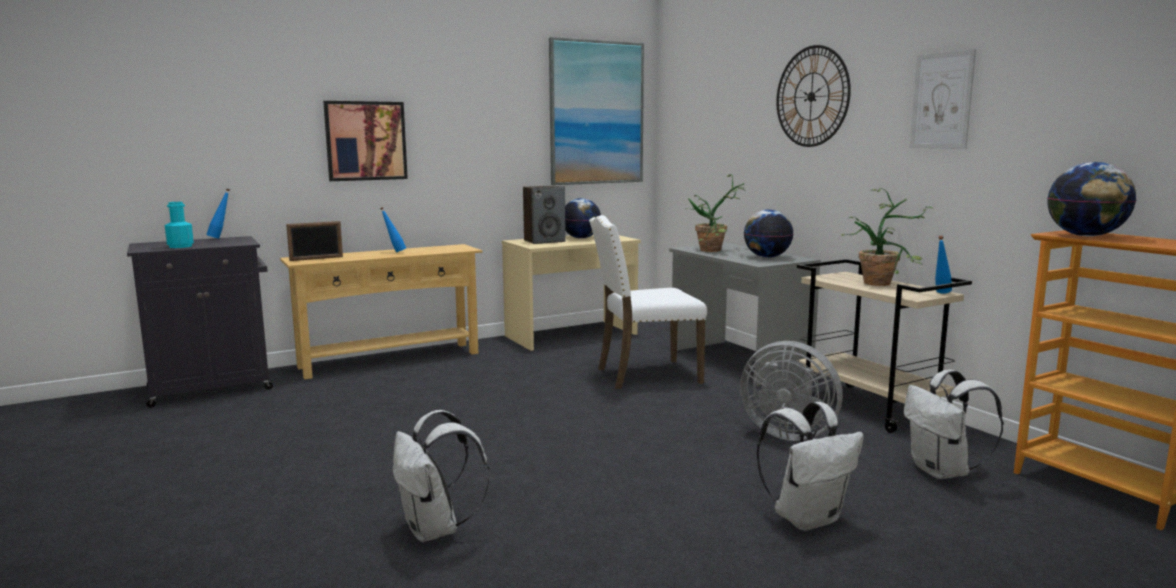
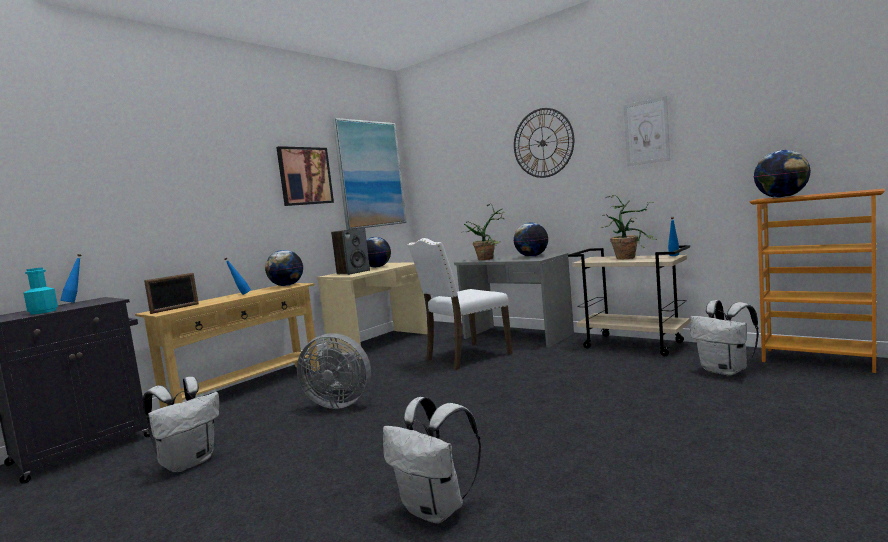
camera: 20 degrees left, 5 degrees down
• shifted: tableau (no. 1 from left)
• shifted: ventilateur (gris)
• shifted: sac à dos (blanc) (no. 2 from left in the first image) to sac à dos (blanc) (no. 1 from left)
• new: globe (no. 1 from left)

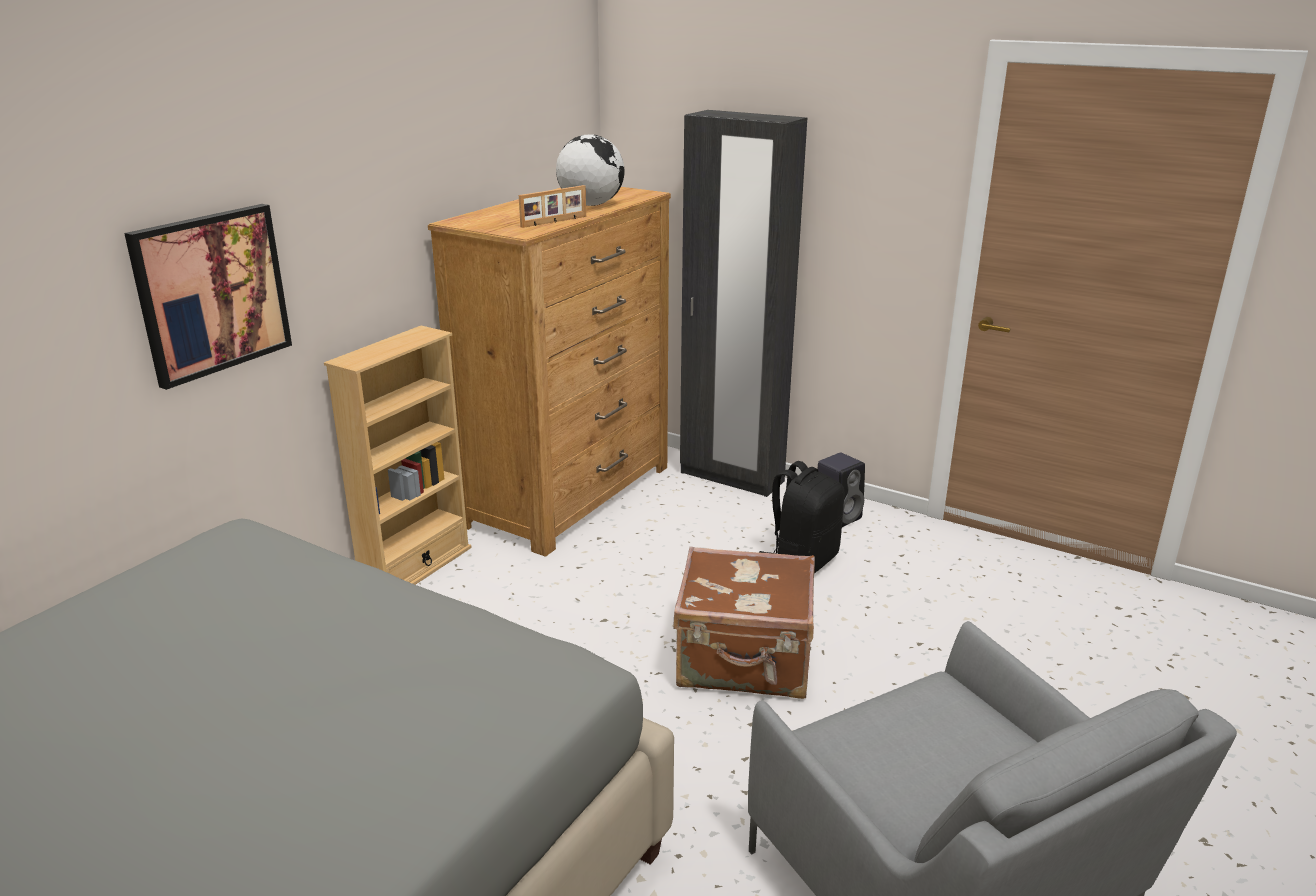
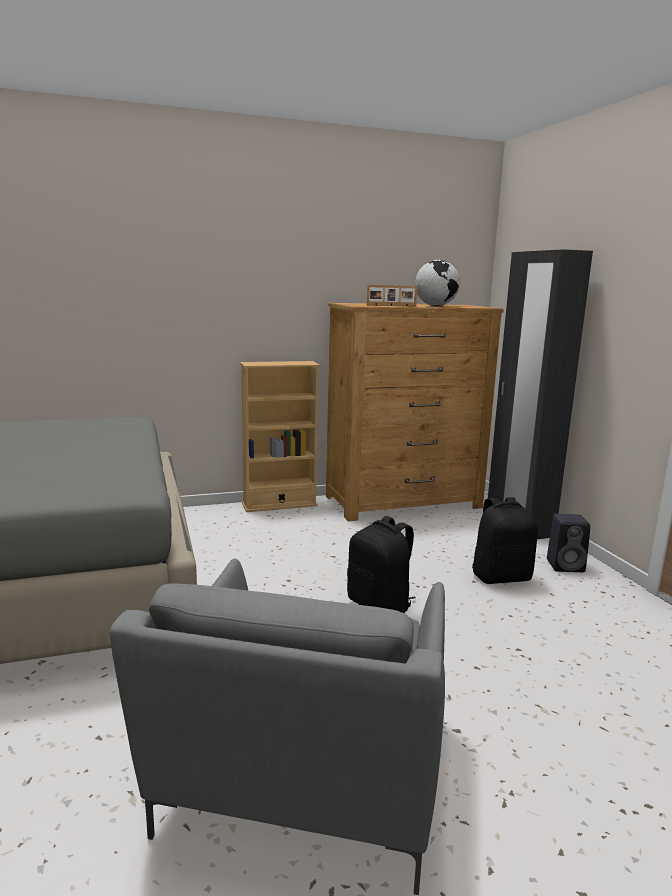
camera: 40 degrees right, 10 degrees down
• gone: tableau
• swapped: valise (marron) to sac à dos (noir) (no. 1 from left)

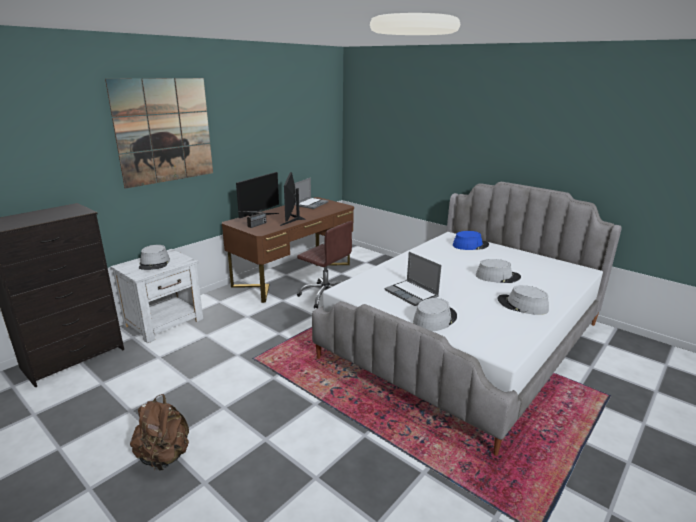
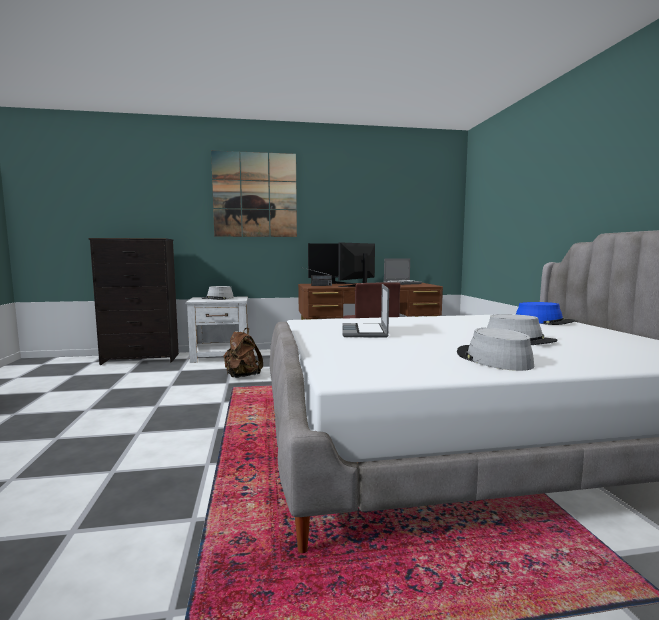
camera: 40 degrees right, 15 degrees down
• shifted: sac à dos (marron)
• gone: chapeau (gris) (no. 2 from left)

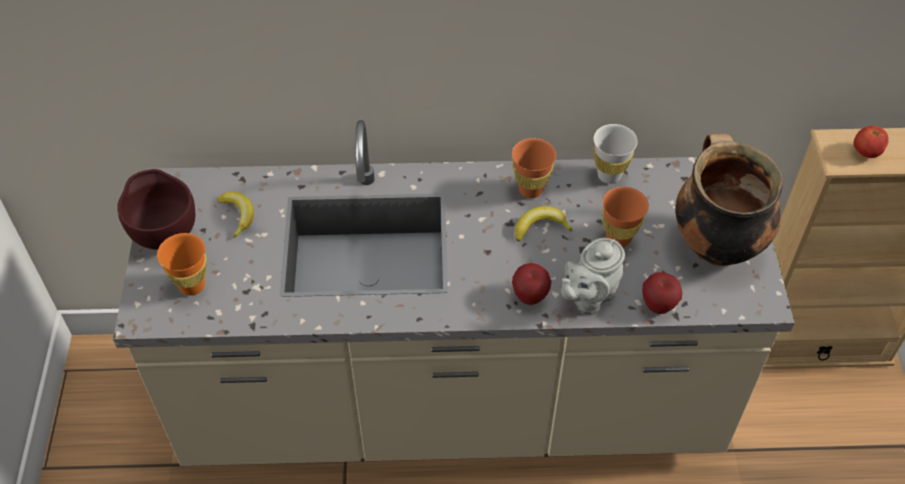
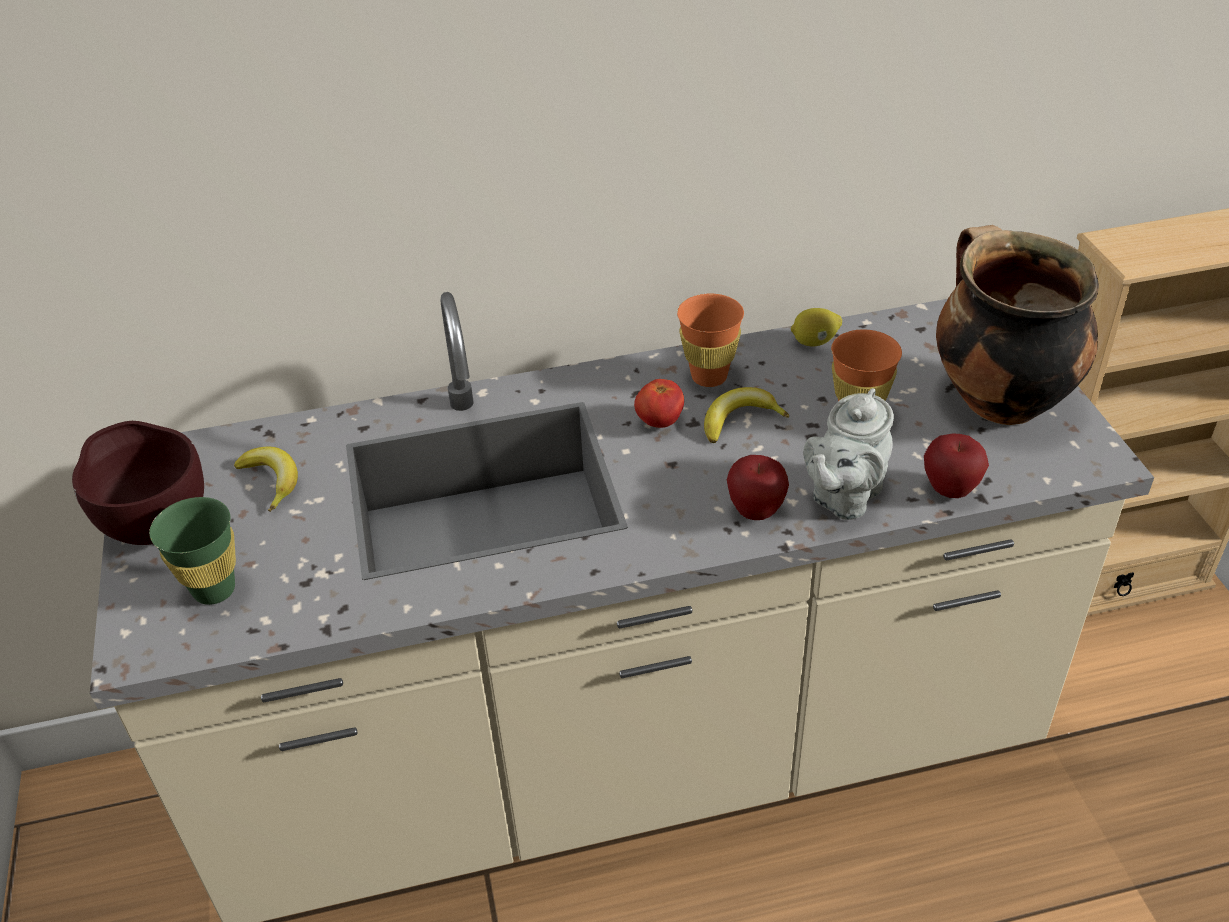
camera: 10 degrees left, 10 degrees down
• repainted: tasse (orange) (no. 1 from left) to tasse (vert)
• swapped: tasse (blanc) to citron
• shifted: tomate

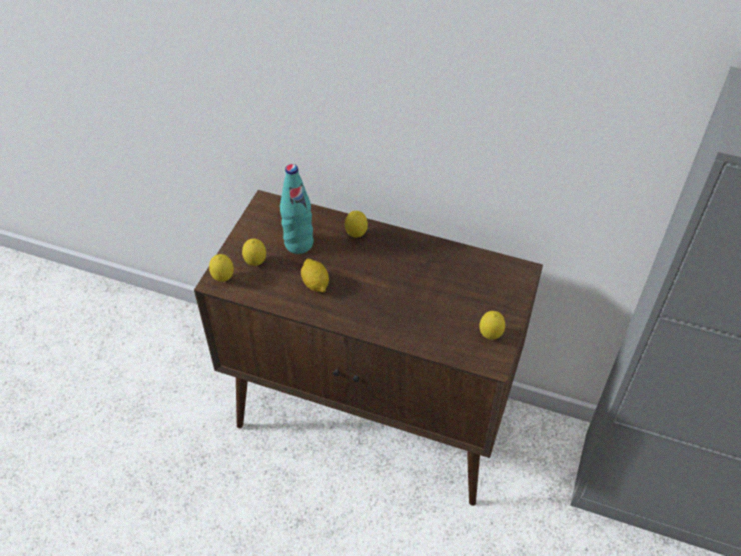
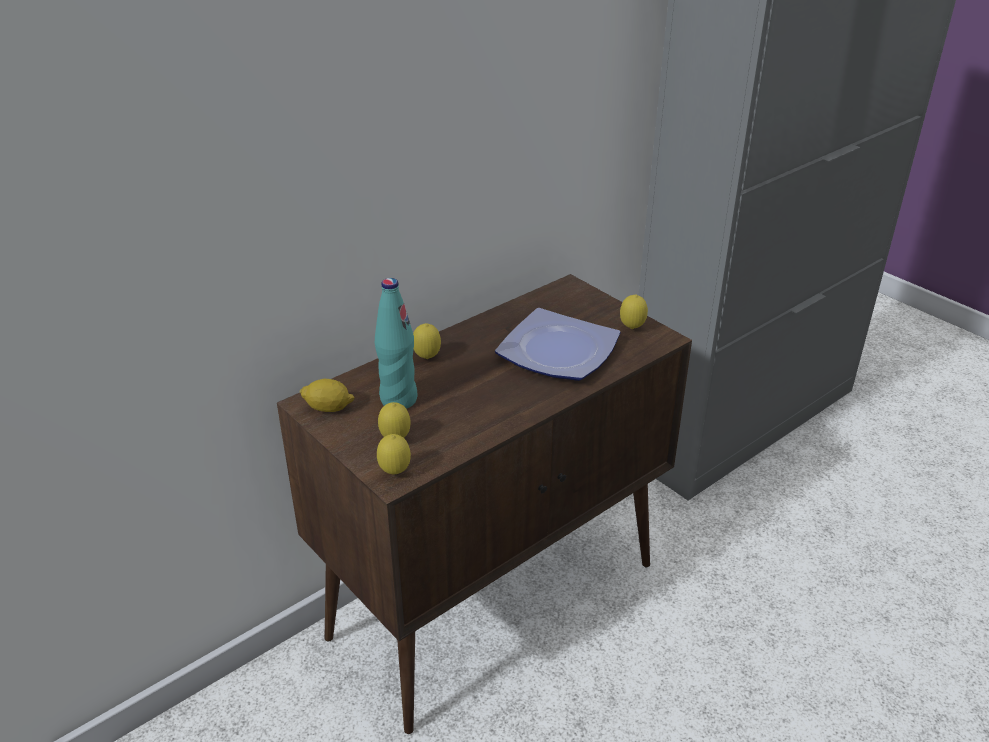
camera: 60 degrees left, 15 degrees down
• shifted: citron (no. 3 from left in the first image) to citron (no. 1 from left)
• new: assiette

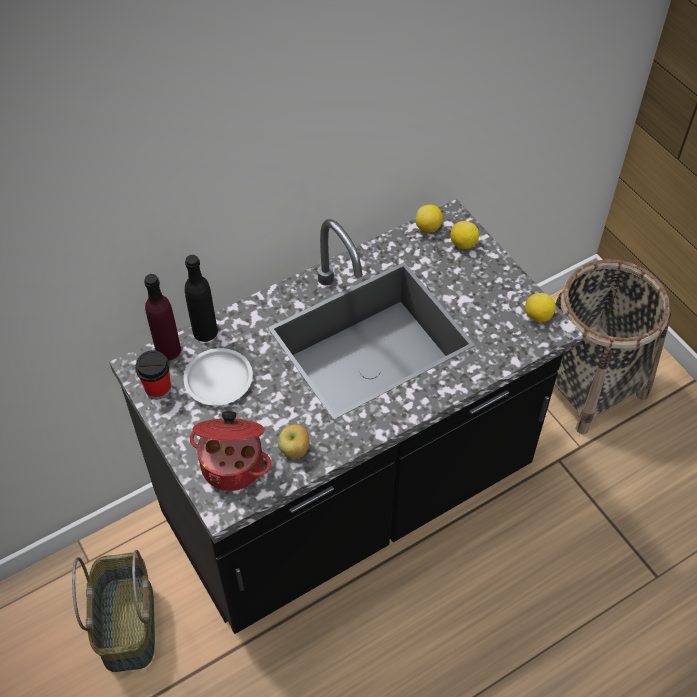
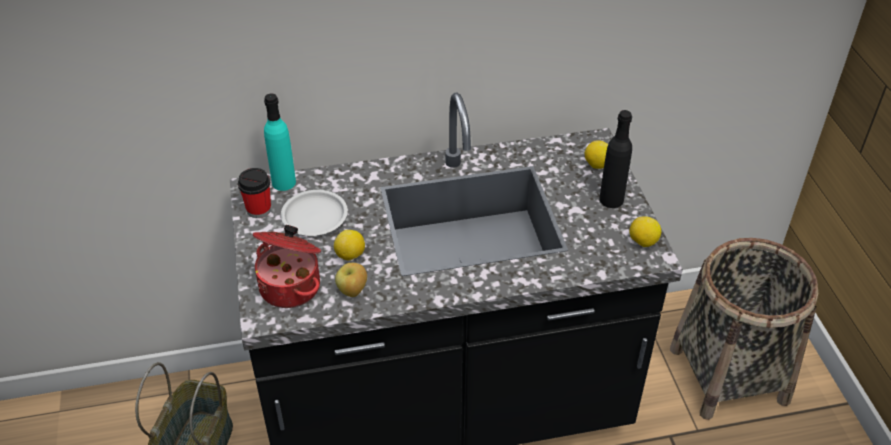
camera: 20 degrees right, 10 degrees down
• repainted: bouteille (violet) to bouteille (turquoise)
• shifted: bouteille (noir)
• shifted: citron (no. 1 from left)

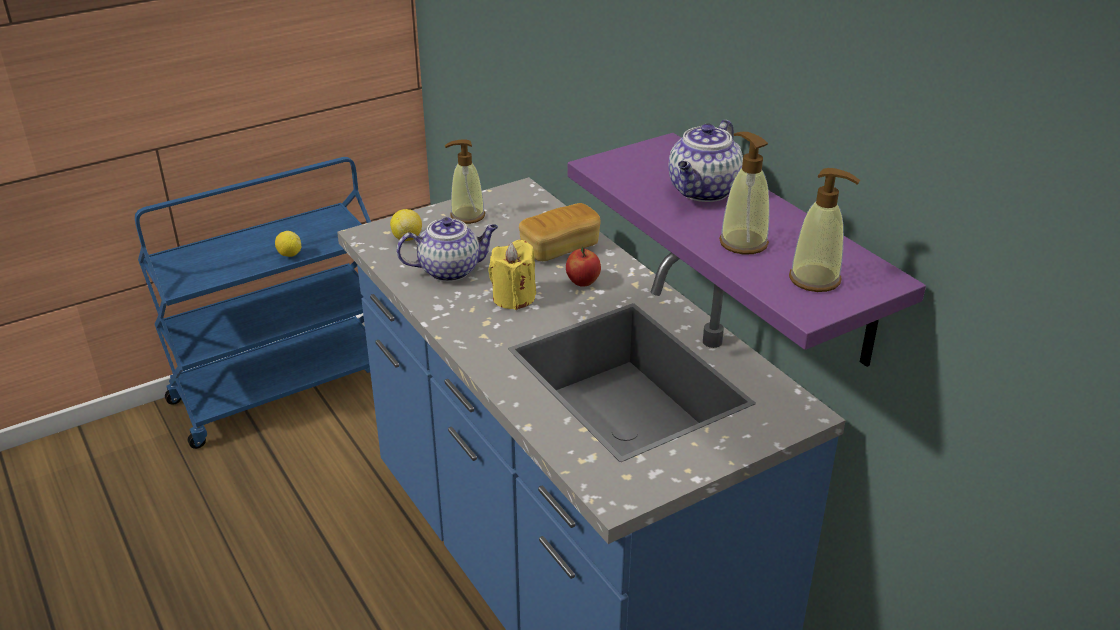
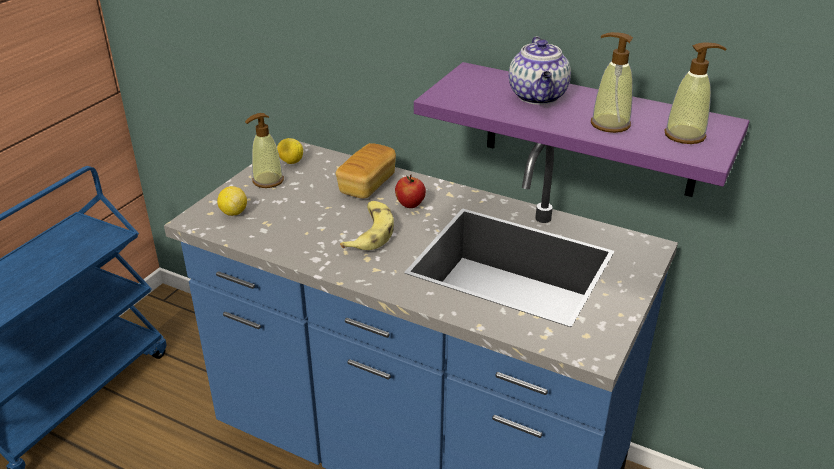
camera: 30 degrees left, 0 degrees up
• shifted: citron (no. 1 from left in the first image) to citron (no. 2 from left)
• gone: théière (no. 1 from left)
• swapped: bougie (jaune) to banane

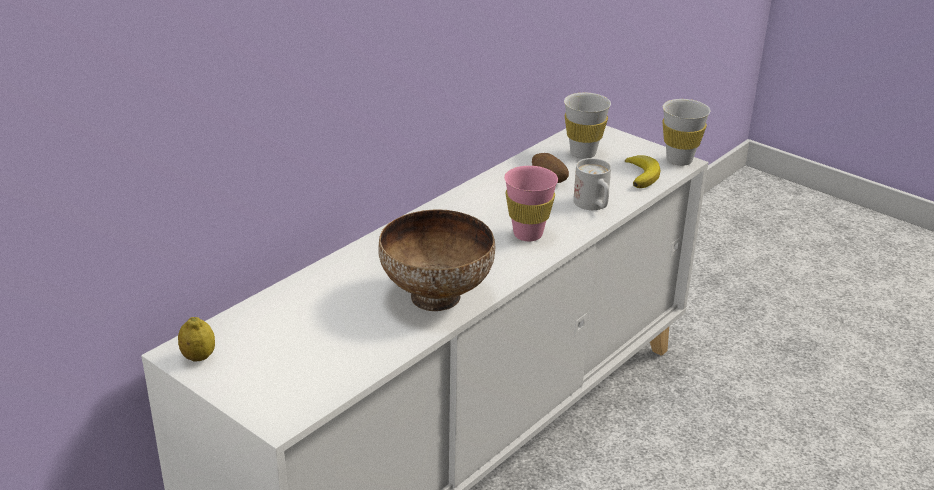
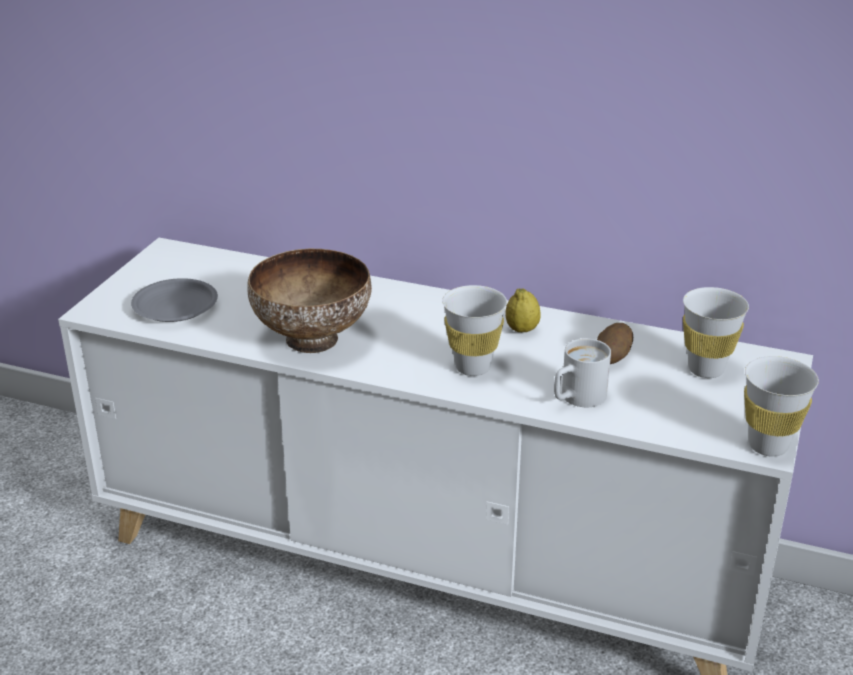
camera: 70 degrees right, 0 degrees up
• shifted: citron
• repainted: tasse (rose) to tasse (blanc) (no. 1 from left)
• gone: banane
• new: assiette (gris)

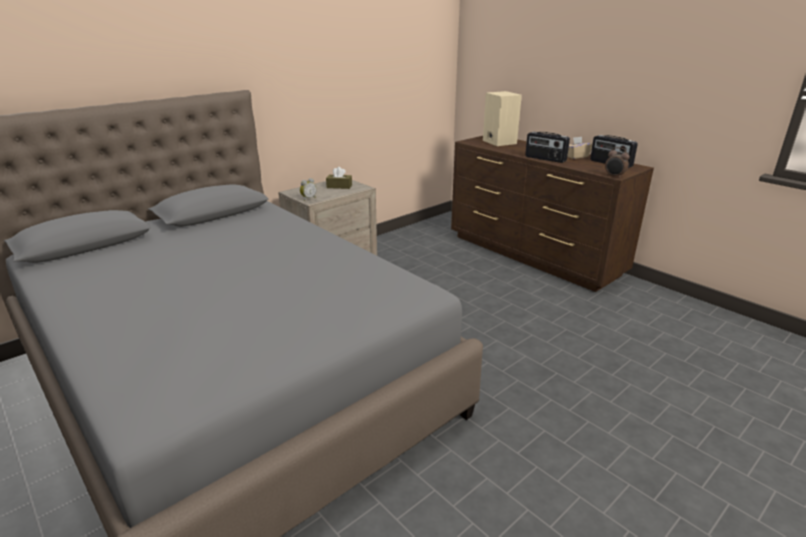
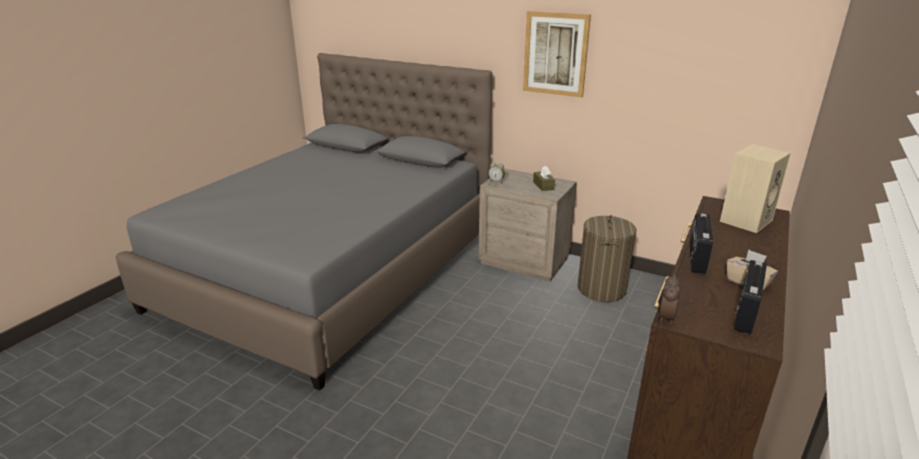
camera: 70 degrees right, 0 degrees up
• new: tableau
• new: panier à linge

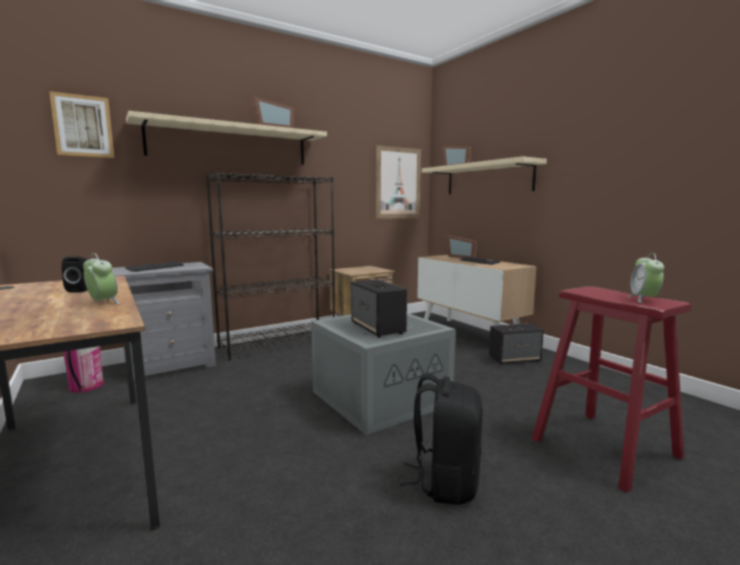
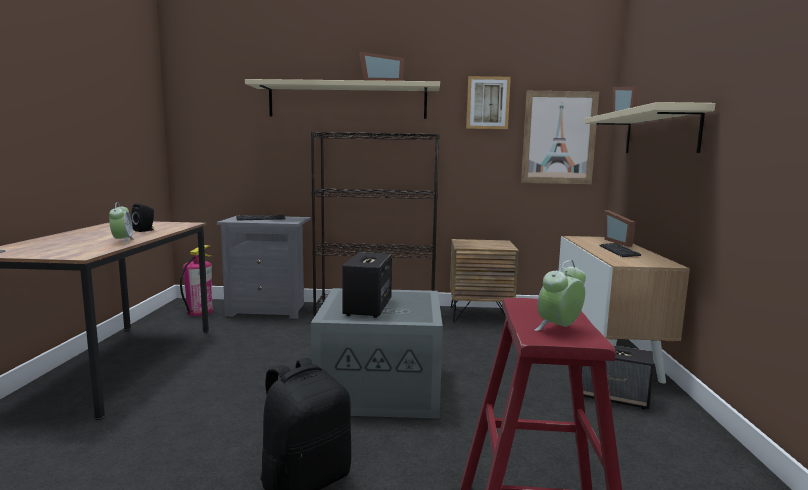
camera: 35 degrees right, 0 degrees up
• shifted: tableau (no. 1 from left)

